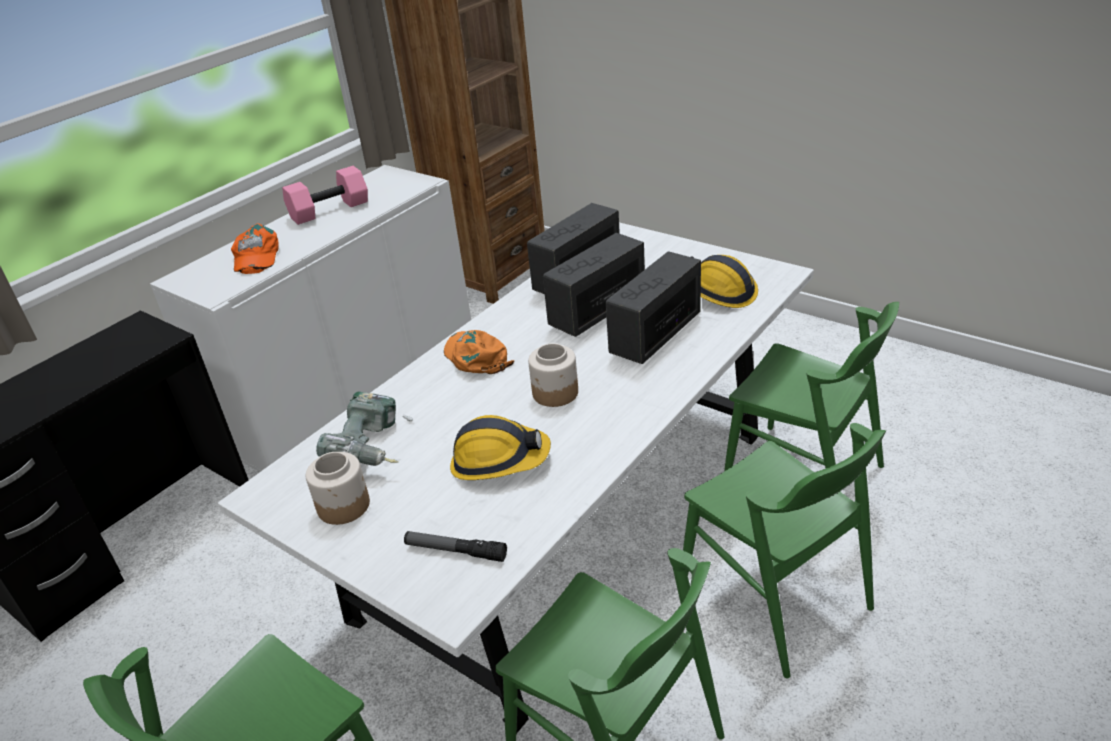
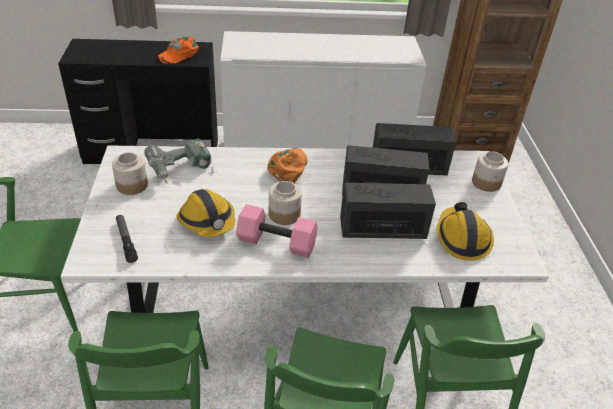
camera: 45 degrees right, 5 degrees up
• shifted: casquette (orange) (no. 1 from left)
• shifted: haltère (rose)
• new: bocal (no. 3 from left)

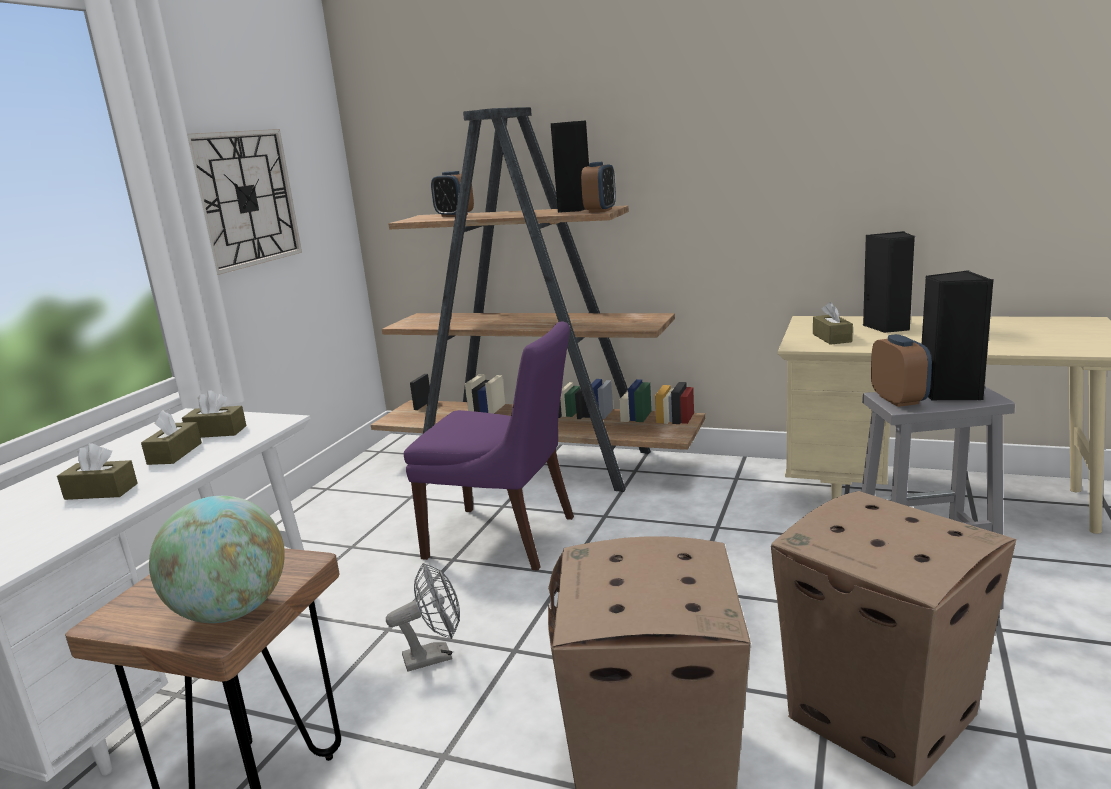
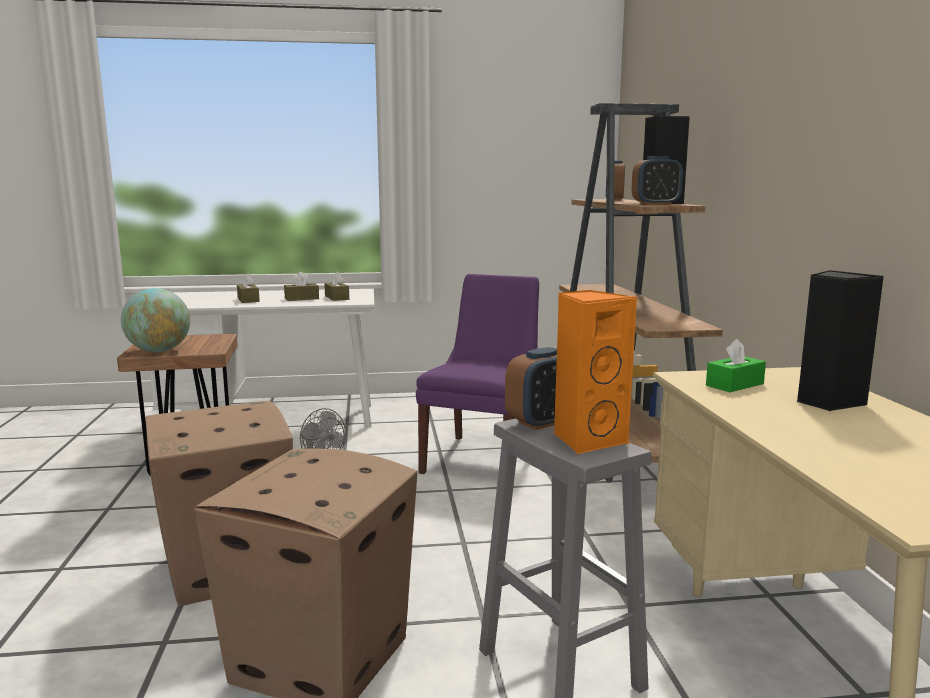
camera: 60 degrees right, 5 degrees down
• gone: horloge murale
• rotated: chaise (violet) 150 degrees counterclockwise
• repainted: boîte à mouchoirs (marron) (no. 4 from left) to boîte à mouchoirs (vert)
• repainted: enceinte (noir) (no. 3 from left) to enceinte (orange)

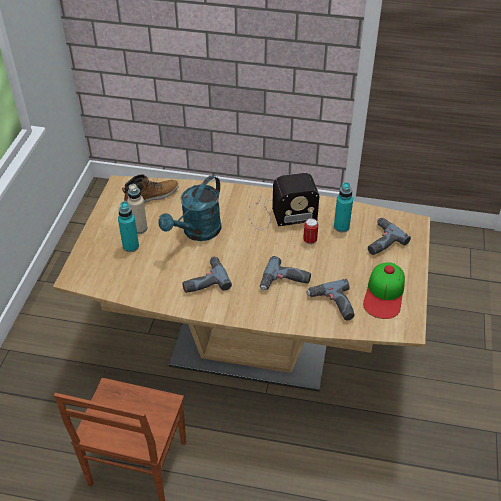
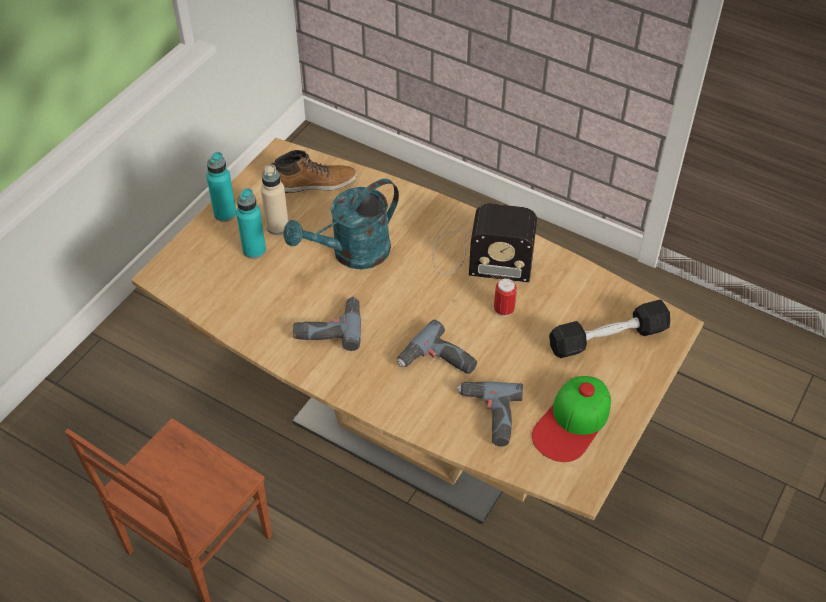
camera: 20 degrees right, 5 degrees up
• shifted: bouteille (turquoise) (no. 2 from left in the first image) to bouteille (turquoise) (no. 1 from left)
• swapped: perceuse (no. 4 from left) to haltère (noir)

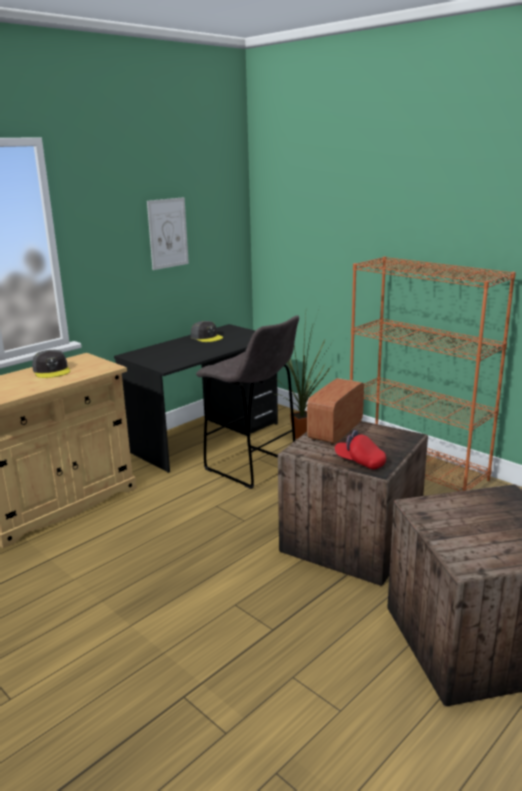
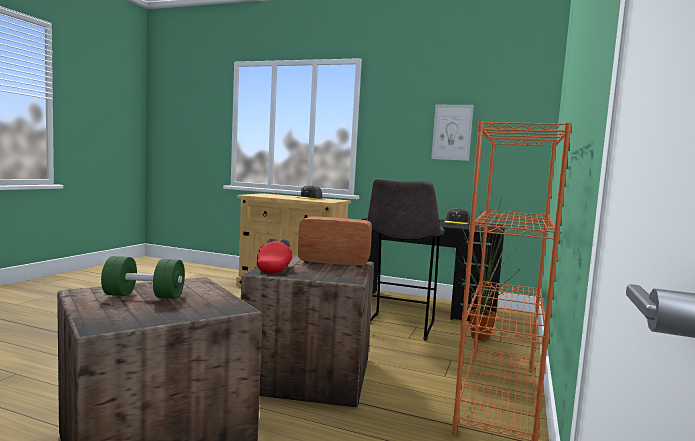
camera: 65 degrees right, 15 degrees down
• new: haltère (vert)

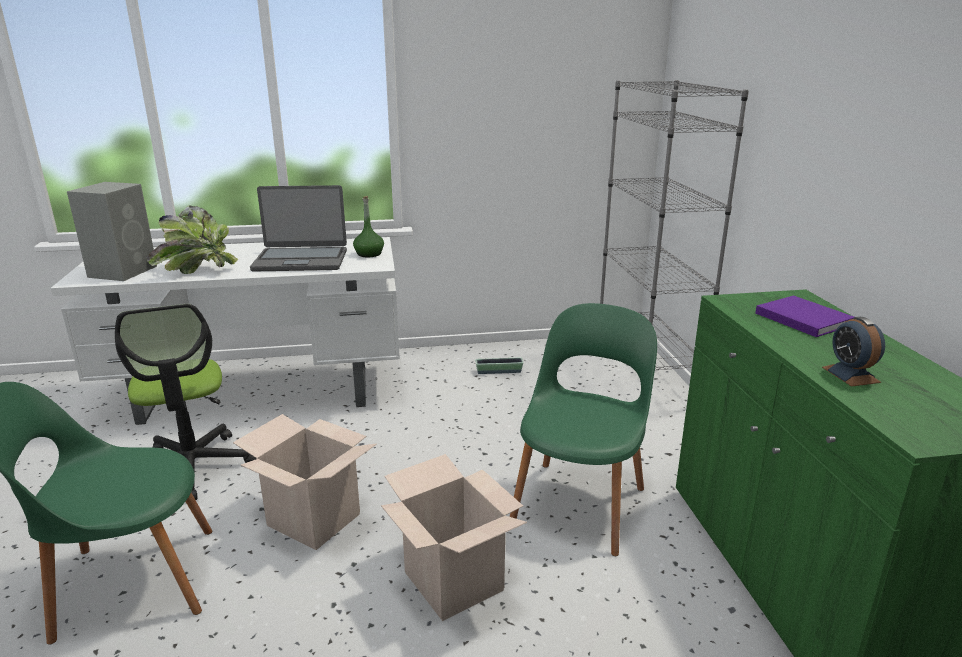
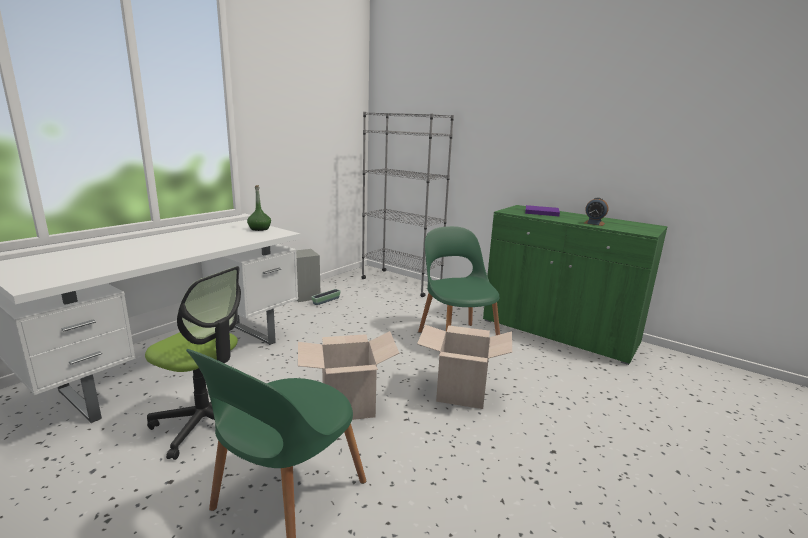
camera: 45 degrees left, 5 degrees down
• shifted: enceinte (gris)
• gone: plante en pot
• gone: ordinateur portable

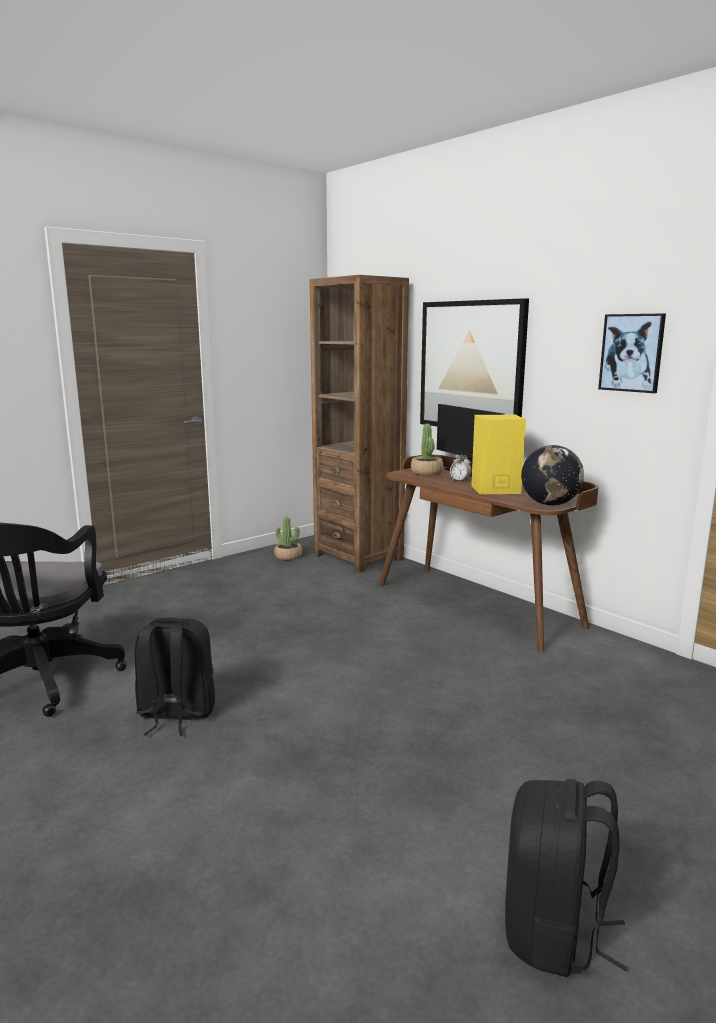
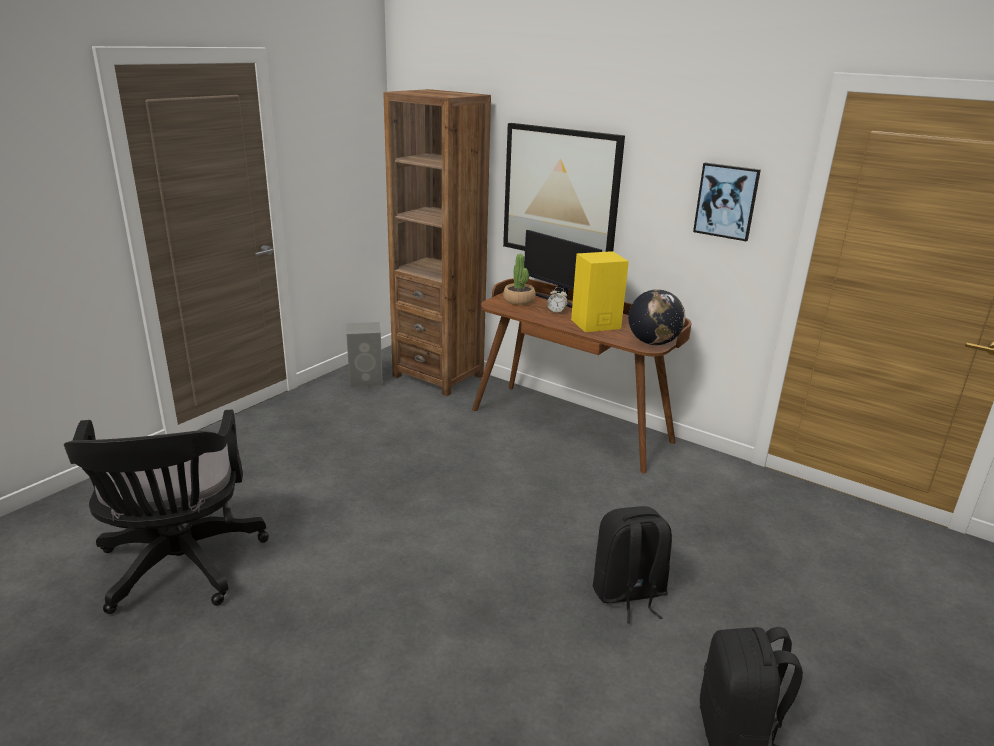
camera: 15 degrees left, 10 degrees up
• shifted: sac à dos (noir) (no. 1 from left)
• swapped: plante en pot (no. 1 from left) to enceinte (gris)

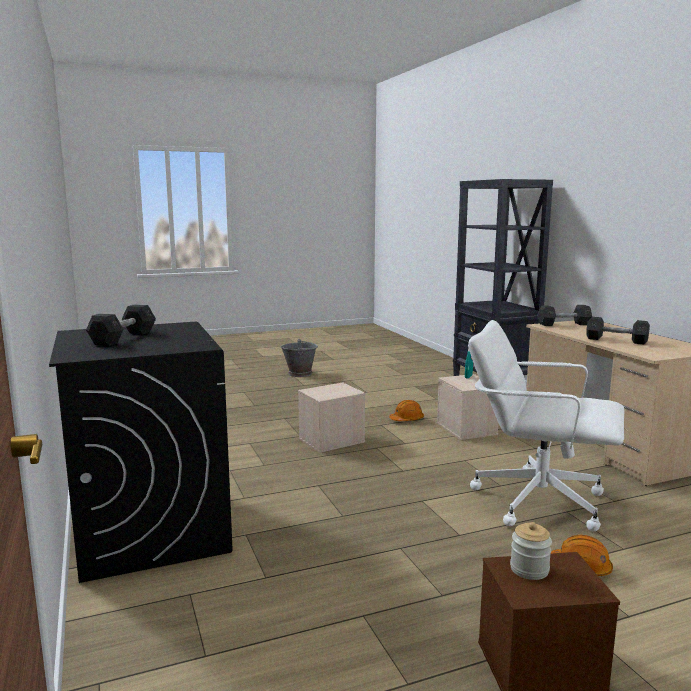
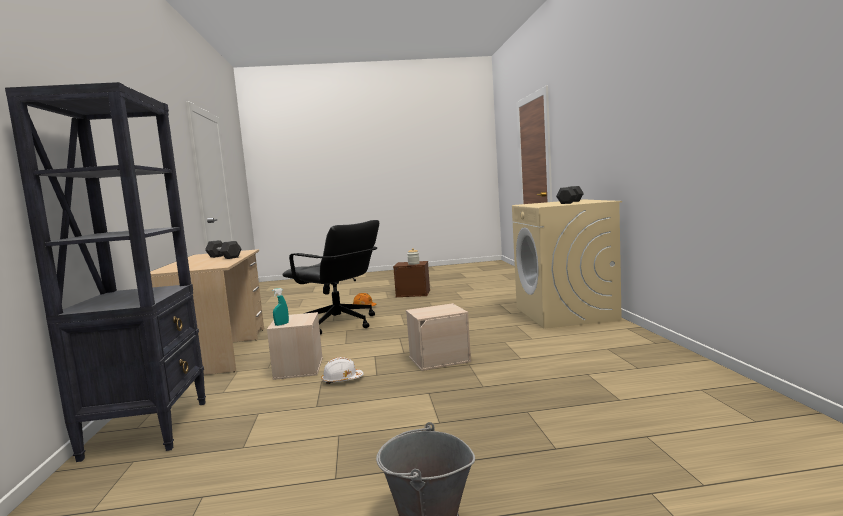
camera: 165 degrees left, 5 degrees down
• repainted: lave-linge (noir) to lave-linge (beige)
• repainted: casque de chantier (orange) (no. 1 from left) to casque de chantier (blanc)
• repainted: chaise de bureau (blanc) to chaise de bureau (noir)
• gone: haltère (gris) (no. 2 from left)

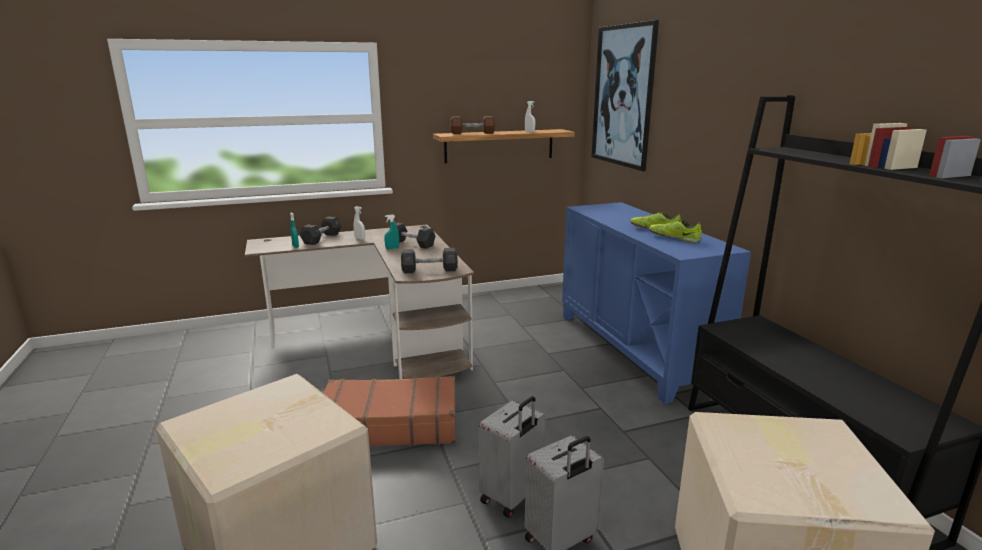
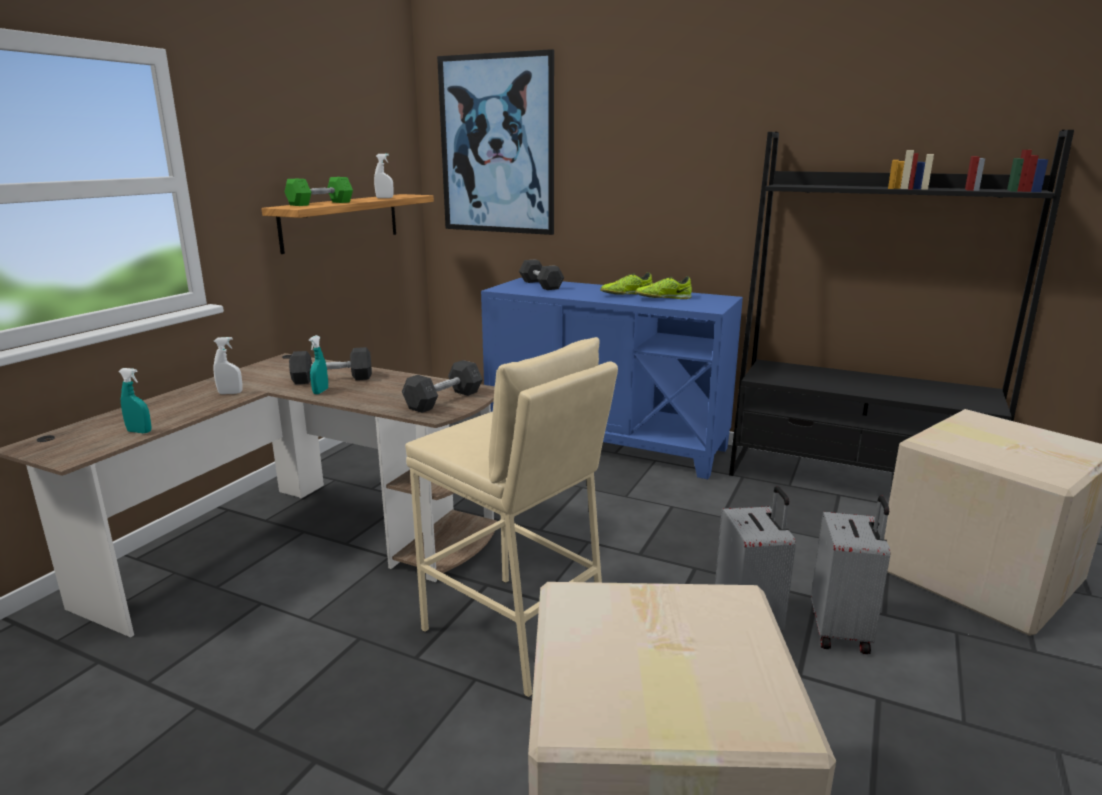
camera: 45 degrees left, 0 degrees up
• shifted: haltère (gris) (no. 1 from left in the first image) to haltère (gris) (no. 3 from left)
• swapped: valise (marron) to tabouret (beige)
• repainted: haltère (marron) to haltère (vert)

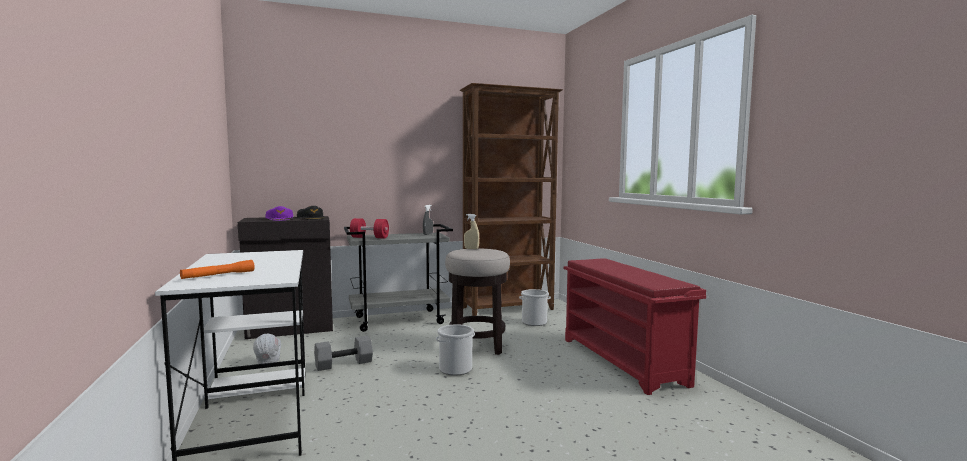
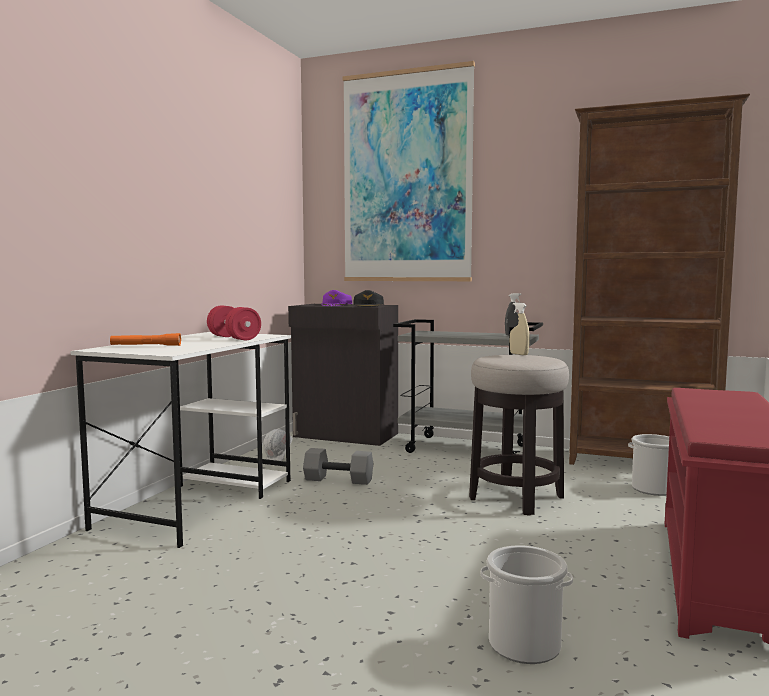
camera: 40 degrees right, 0 degrees up
• shifted: haltère (rouge)
• shifted: seau (no. 1 from left)
• new: tableau

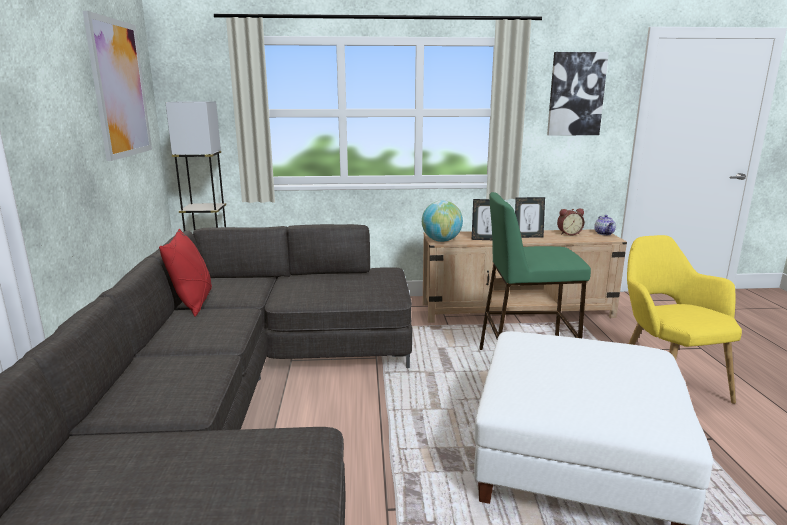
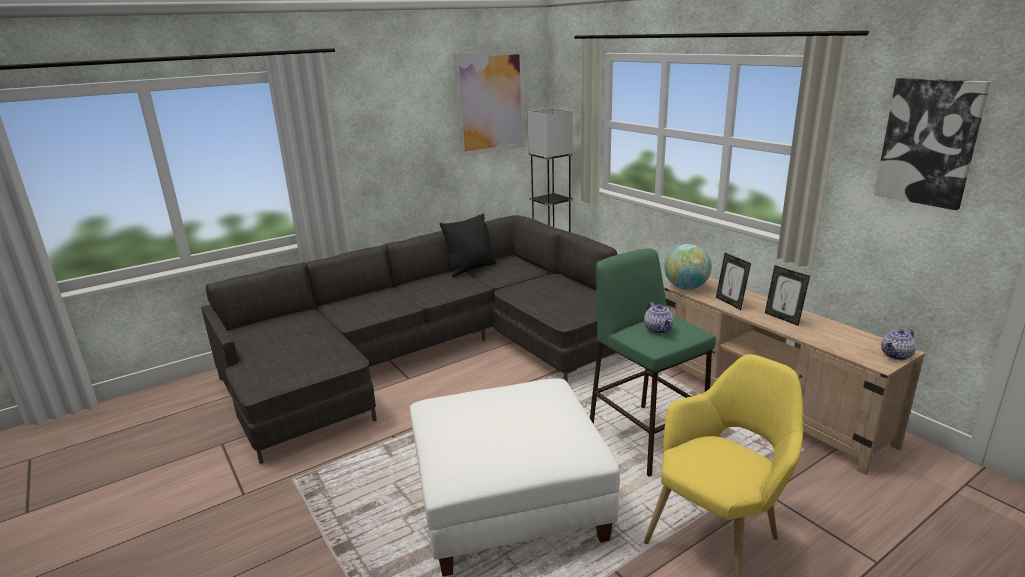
camera: 60 degrees right, 5 degrees up
• repainted: coussin (rouge) to coussin (noir)
• gone: réveil
• new: théière (no. 1 from left)

